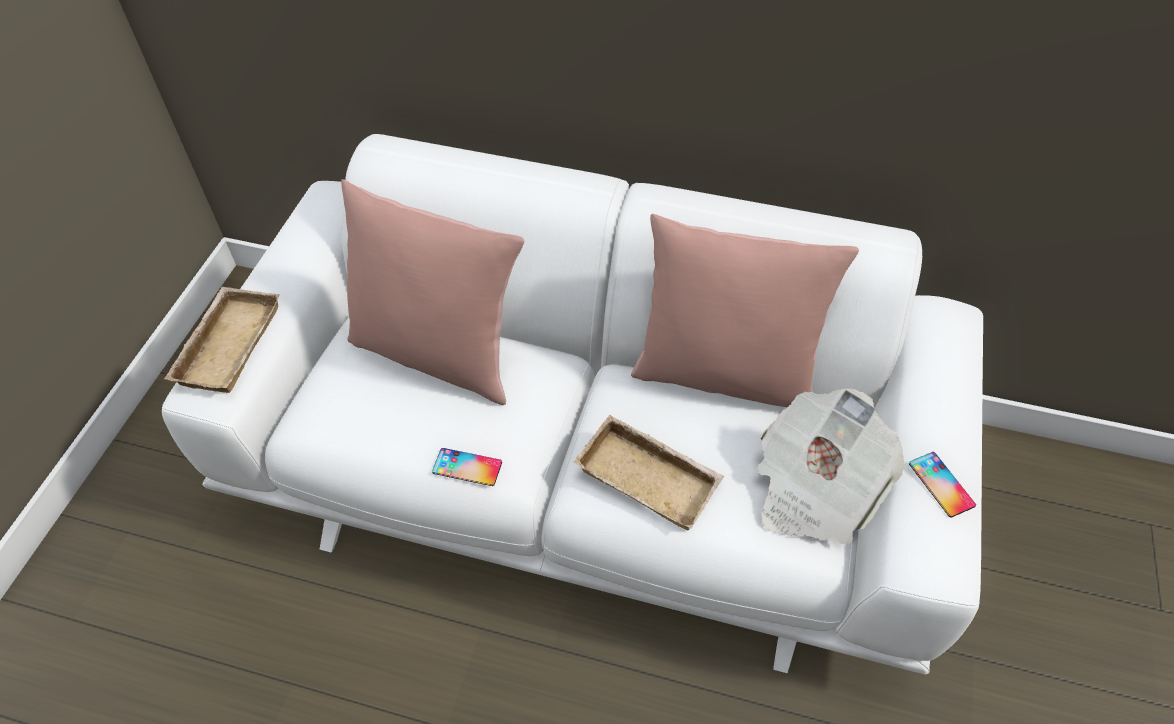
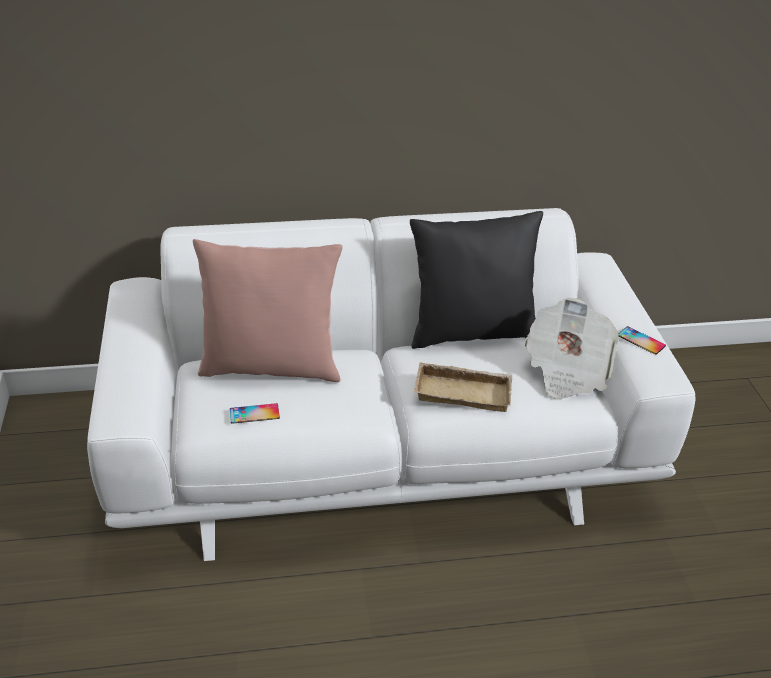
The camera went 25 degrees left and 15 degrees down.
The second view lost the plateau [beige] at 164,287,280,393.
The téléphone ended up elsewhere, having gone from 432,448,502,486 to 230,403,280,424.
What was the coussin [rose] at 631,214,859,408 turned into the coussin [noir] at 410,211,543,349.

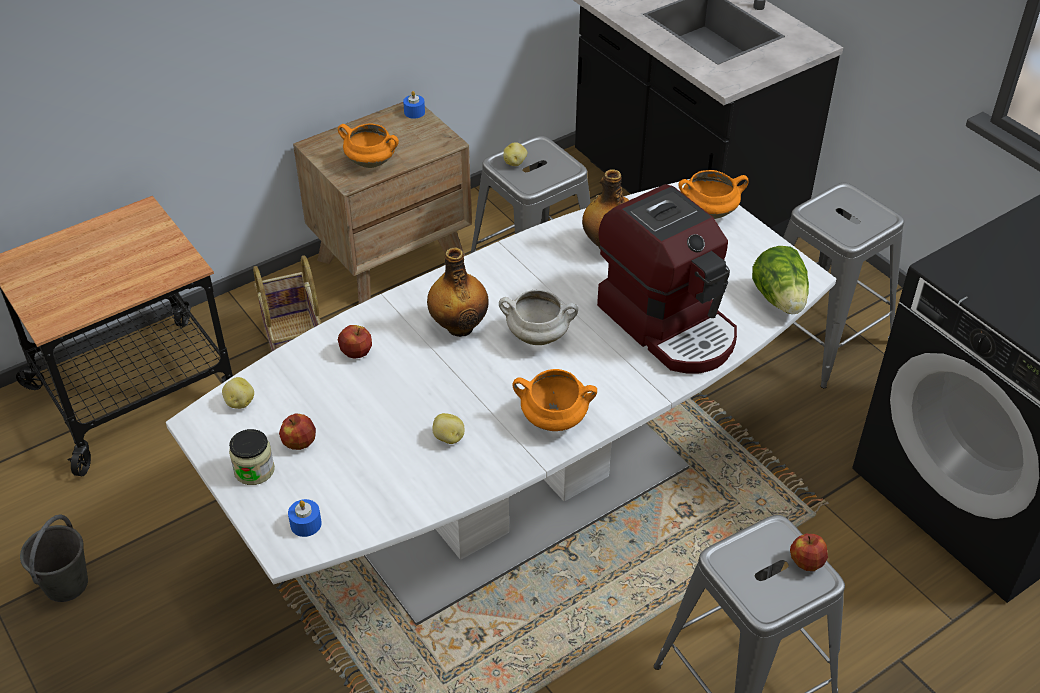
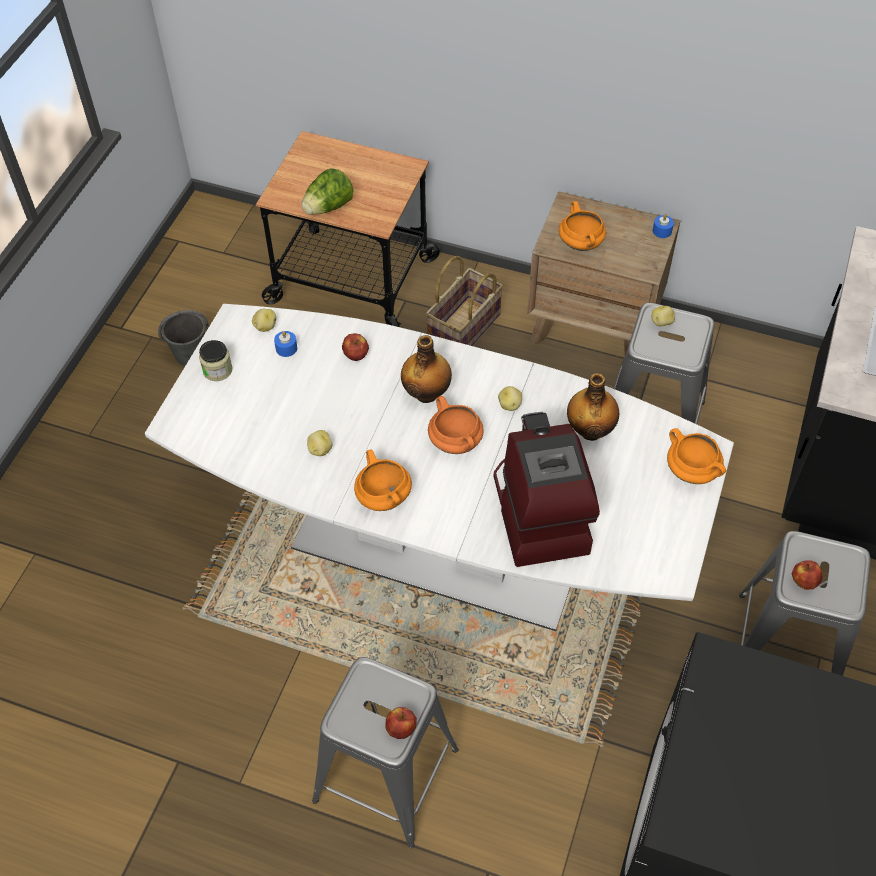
The camera went 55 degrees right and 10 degrees up.
The second view gained the pomme de terre at 498,386,522,411.
The pomme ended up elsewhere, having gone from 279,413,316,450 to 791,560,823,590.
The bougie [bleu] ended up elsewhere, having gone from 288,499,322,537 to 274,331,297,357.
The laitue ended up elsewhere, having gone from 752,246,809,314 to 302,169,353,215.
What was the marmite [blanc] at 499,290,578,345 turned into the marmite [orange] at 428,396,483,454.
The machine à café at 597,184,737,374 ended up facing another way, 150 degrees clockwise from before.

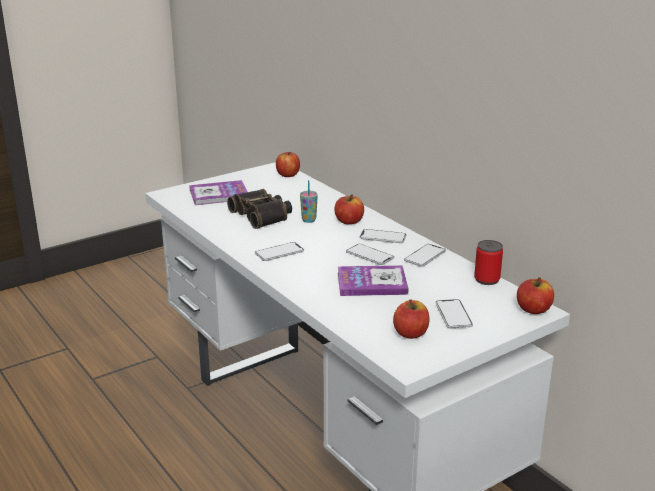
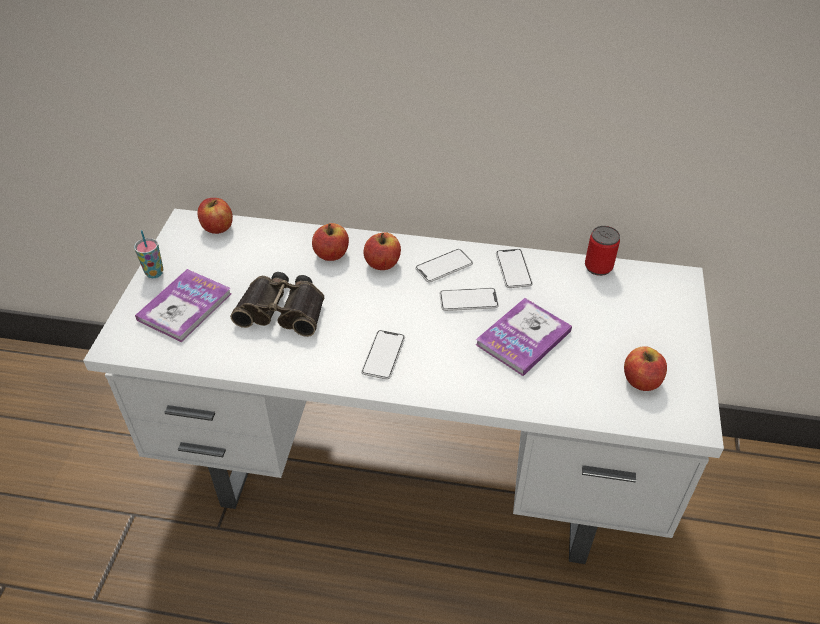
The camera went 45 degrees left and 20 degrees up.
The second view lost the téléphone at 435,299,473,328.
The tasse ended up elsewhere, having gone from 300,180,318,223 to 134,230,163,278.
The pomme ended up elsewhere, having gone from 517,277,554,314 to 312,223,349,261.

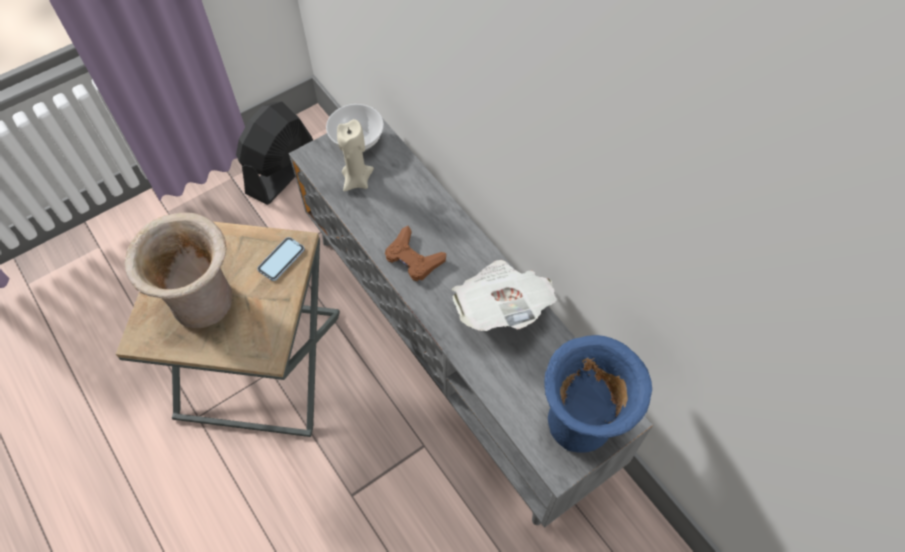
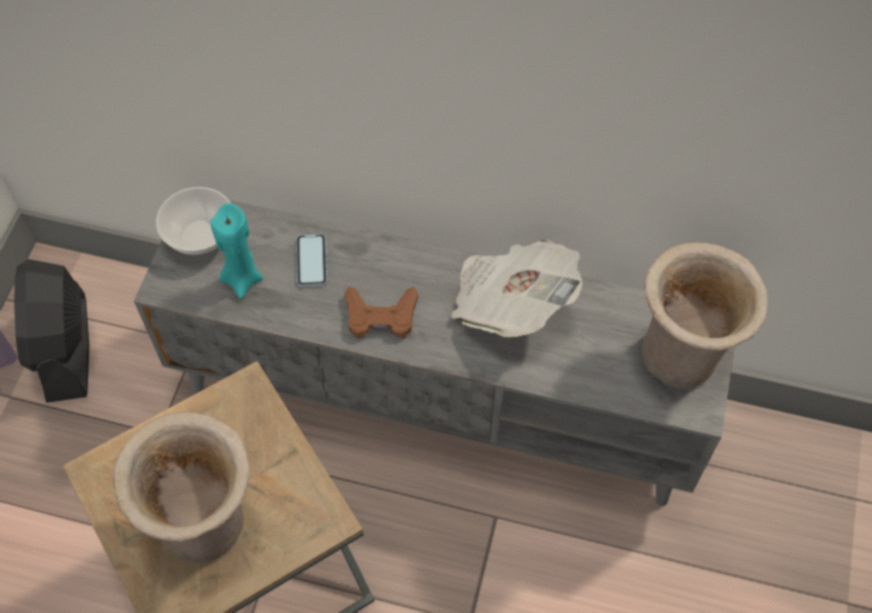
The camera went 40 degrees left and 0 degrees up.
The téléphone ended up elsewhere, having gone from 257,237,305,281 to 296,234,327,287.
What was the bougie [beige] at 337,119,374,191 turned into the bougie [turquoise] at 210,203,263,299.
What was the vase [bleu] at 544,335,652,453 turned into the vase [beige] at 642,242,768,389.

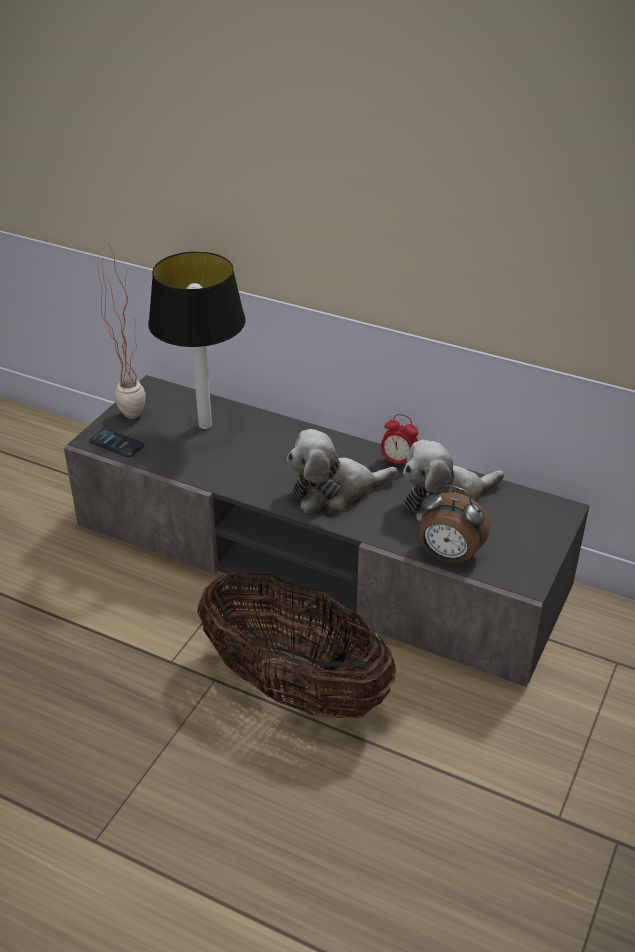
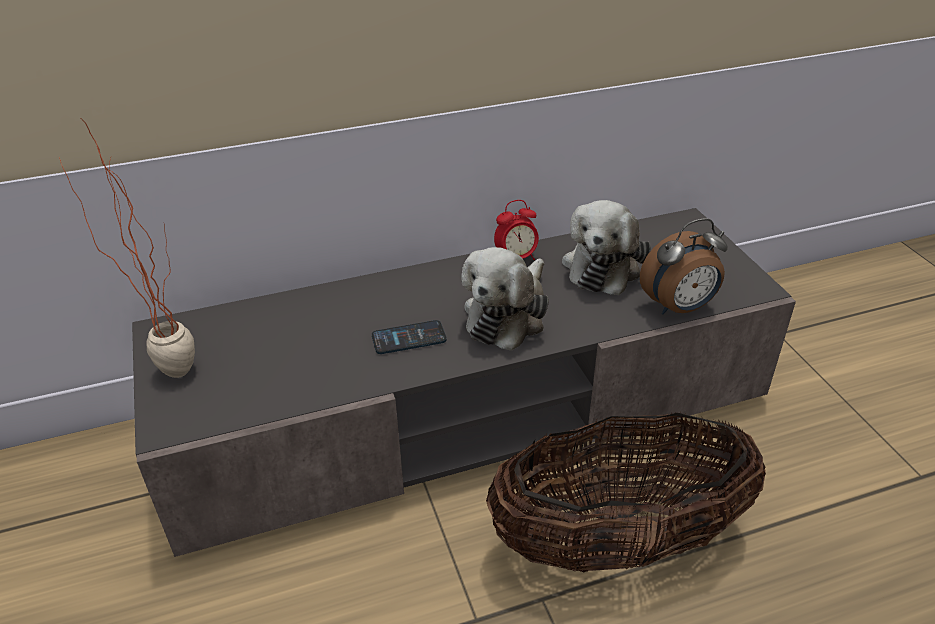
The camera went 45 degrees left and 0 degrees up.
The second view lost the lampe de table at 148,252,246,429.
The téléphone ended up elsewhere, having gone from 90,429,144,458 to 372,320,447,354.

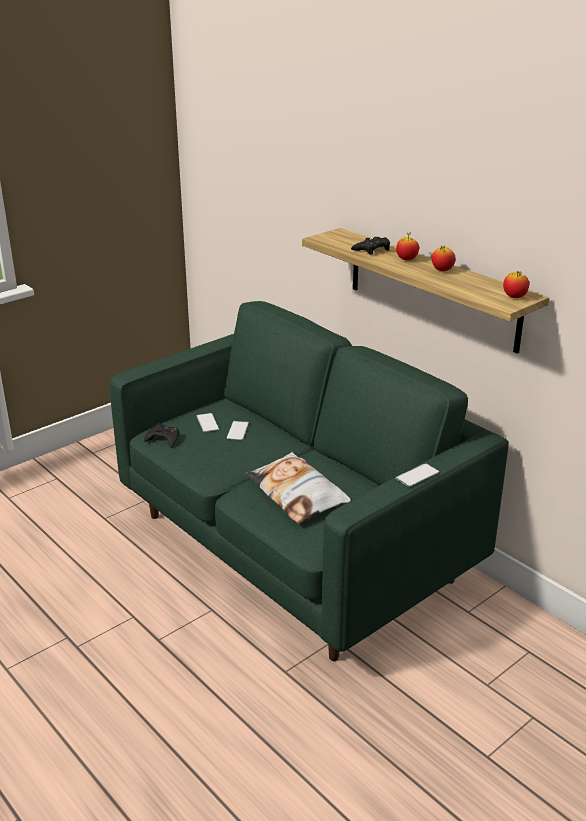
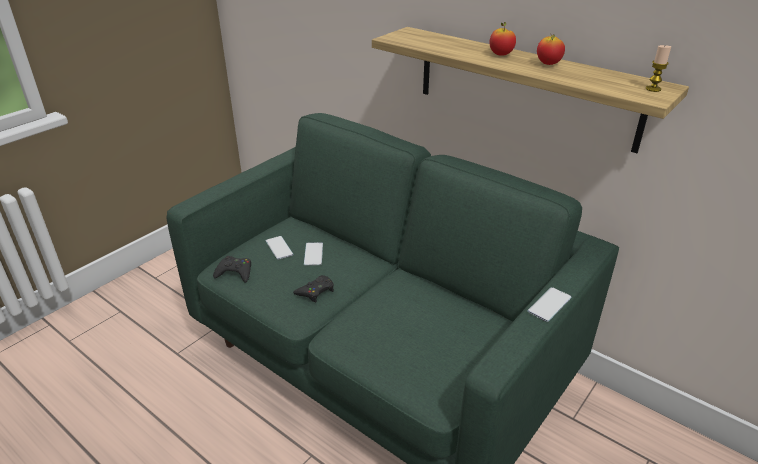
The camera went 10 degrees left and 5 degrees up.
The second view lost the coussin at 246,452,351,524.
The manette [noir] ended up elsewhere, having gone from 351,237,390,255 to 293,275,334,303.
Where the pomme stood at 503,271,529,298, the bougie came to stand at 646,45,671,92.

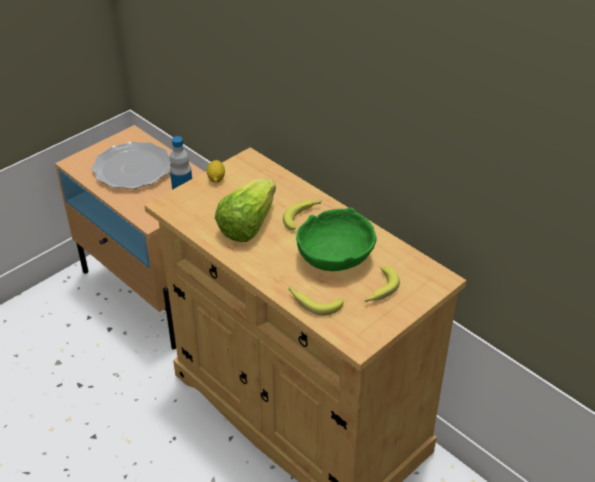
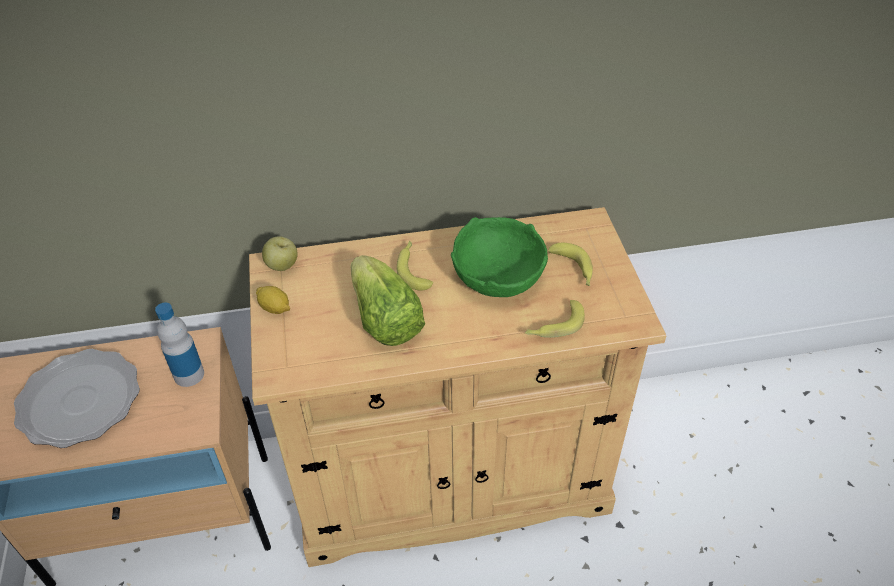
The camera went 55 degrees left and 5 degrees up.
The second view gained the pomme at 262,236,298,271.

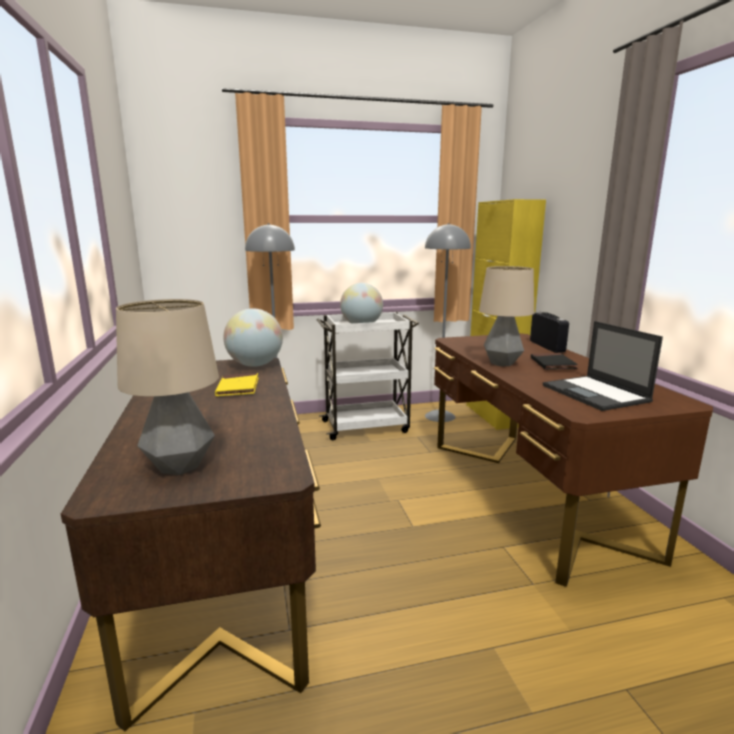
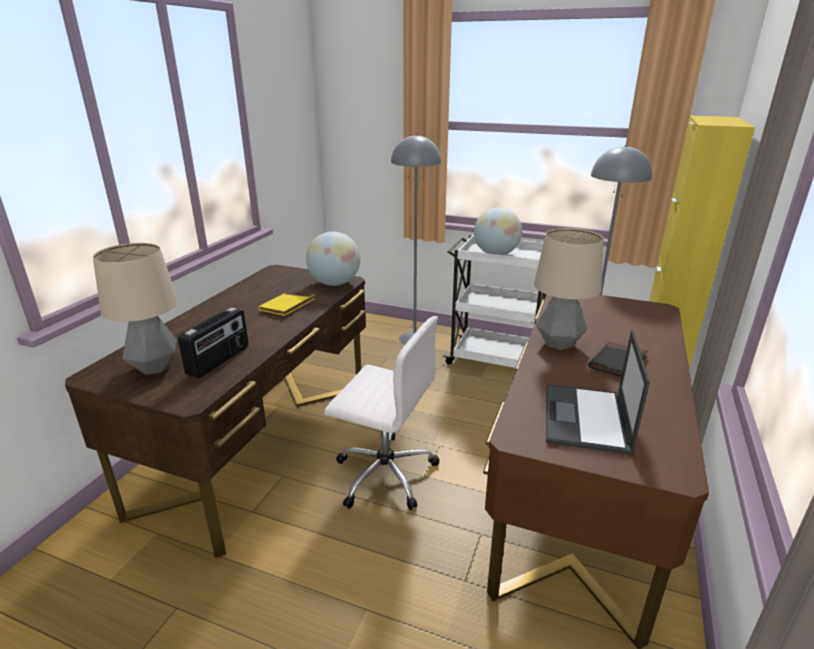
The camera went 35 degrees right and 10 degrees up.
The second view gained the chaise de bureau [blanc] at 324,316,440,510.
The radio ended up elsewhere, having gone from 530,312,569,353 to 178,307,249,378.

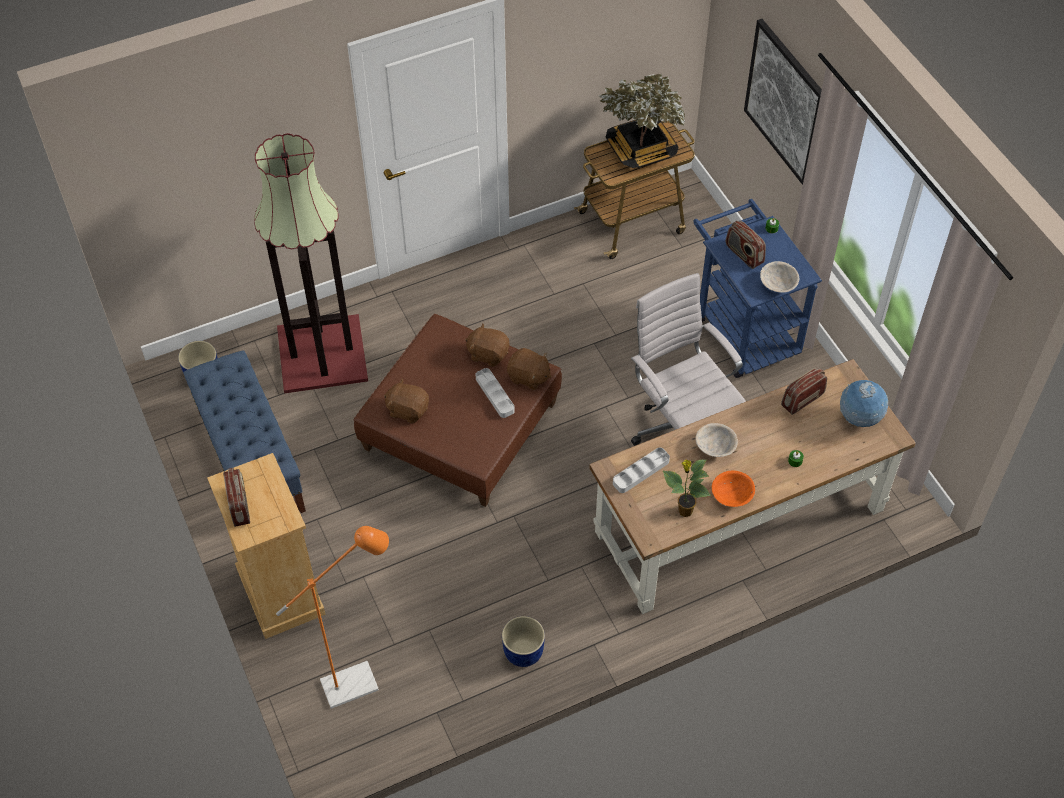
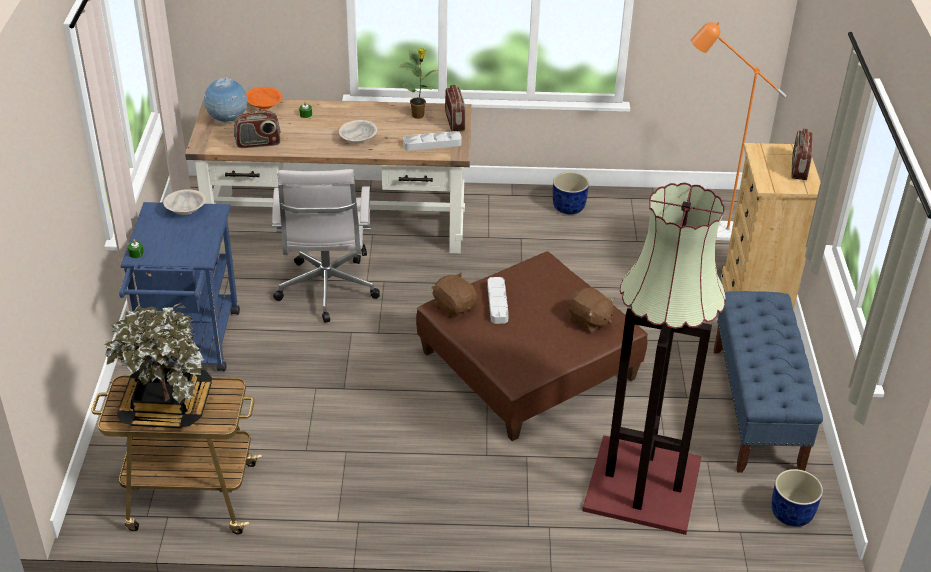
The camera went 155 degrees left and 15 degrees down.
The second view lost the peluche [marron] at 465,323,509,367.
The second view lost the tableau at 744,19,822,185.
The bol [orange] ended up elsewhere, having gone from 712,471,755,507 to 246,87,283,109.
The radio ended up elsewhere, having gone from 726,221,766,269 to 445,85,465,131.

